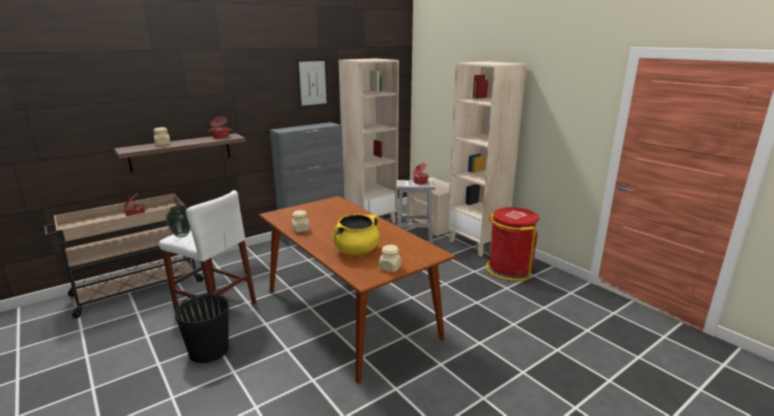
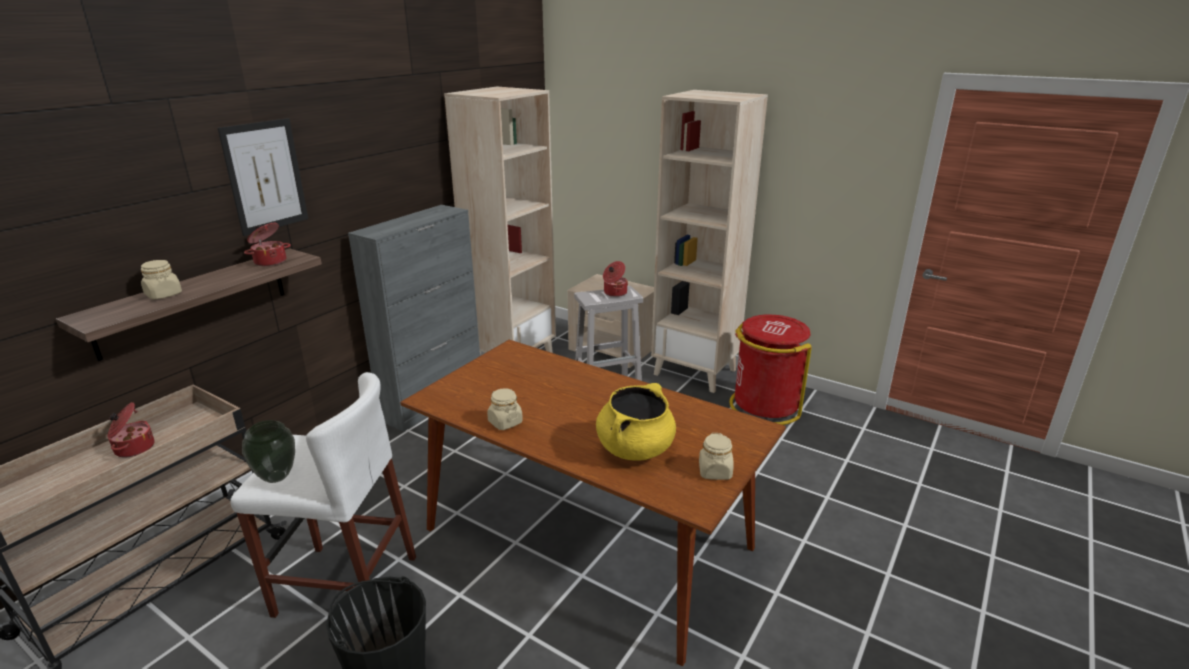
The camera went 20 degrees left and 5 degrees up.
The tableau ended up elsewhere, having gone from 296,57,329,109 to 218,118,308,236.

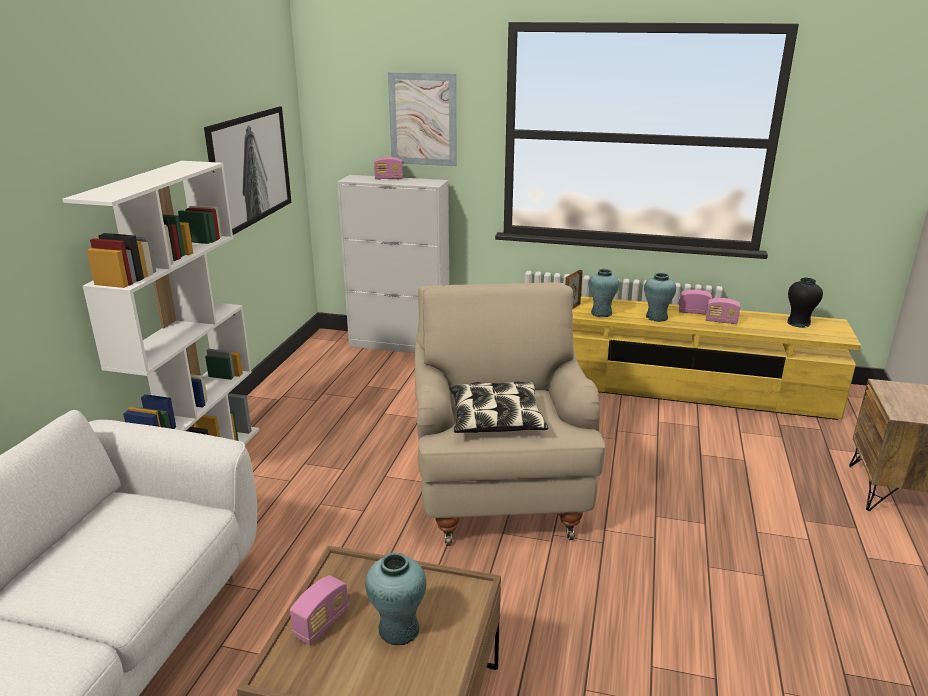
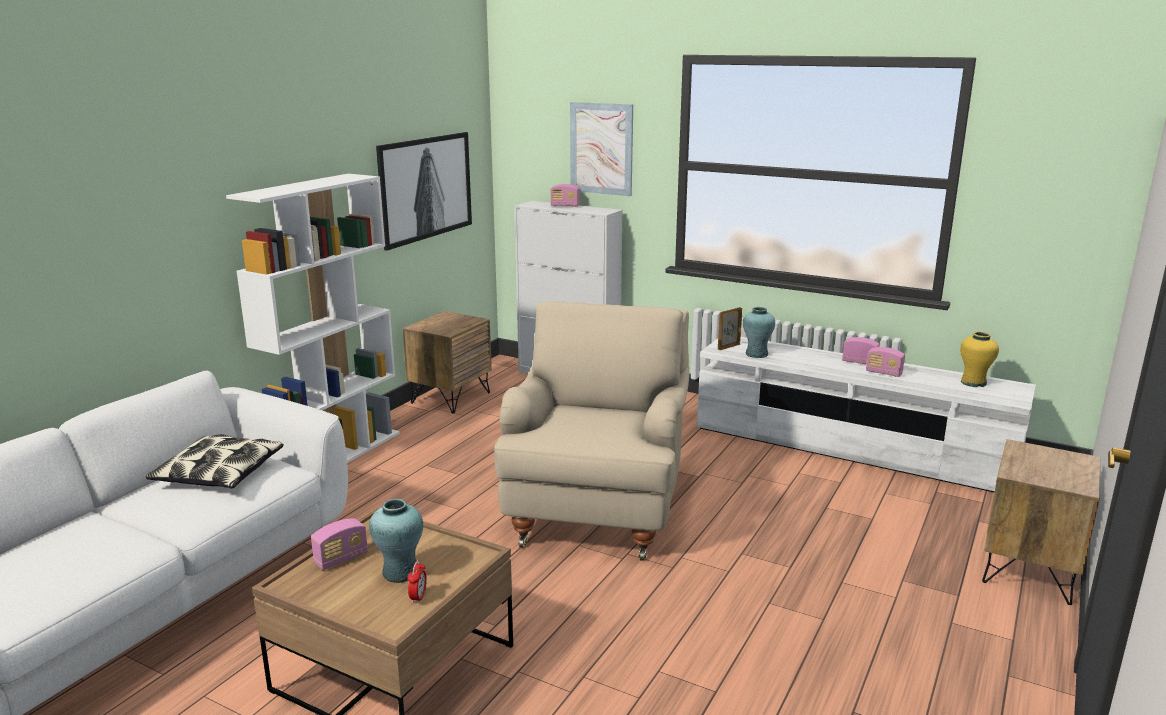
The camera went 15 degrees right and 5 degrees down.
The second view lost the vase [turquoise] at 644,273,676,322.
The second view gained the table de chevet [marron] at 403,311,492,414.
The second view gained the réveil at 408,560,427,604.
The coussin ended up elsewhere, having gone from 449,381,548,433 to 146,434,284,488.
What was the meuble télé [jaune] at 572,296,861,420 turned into the meuble télé [blanc] at 697,337,1036,493.
What was the vase [noir] at 787,278,823,328 turned into the vase [jaune] at 960,331,999,387.

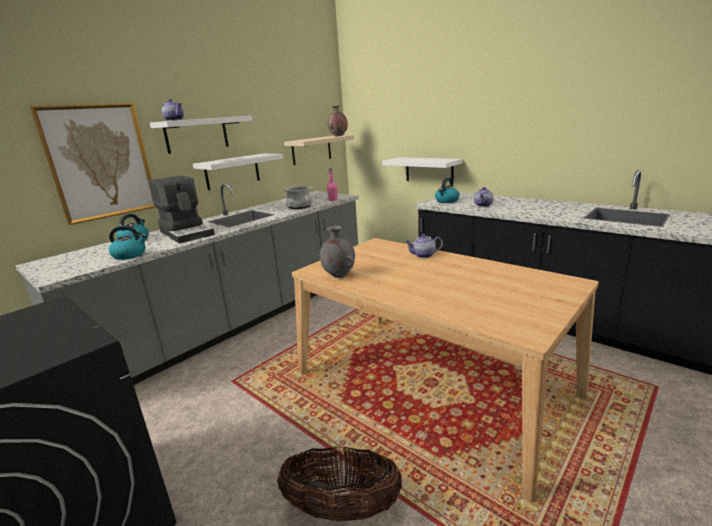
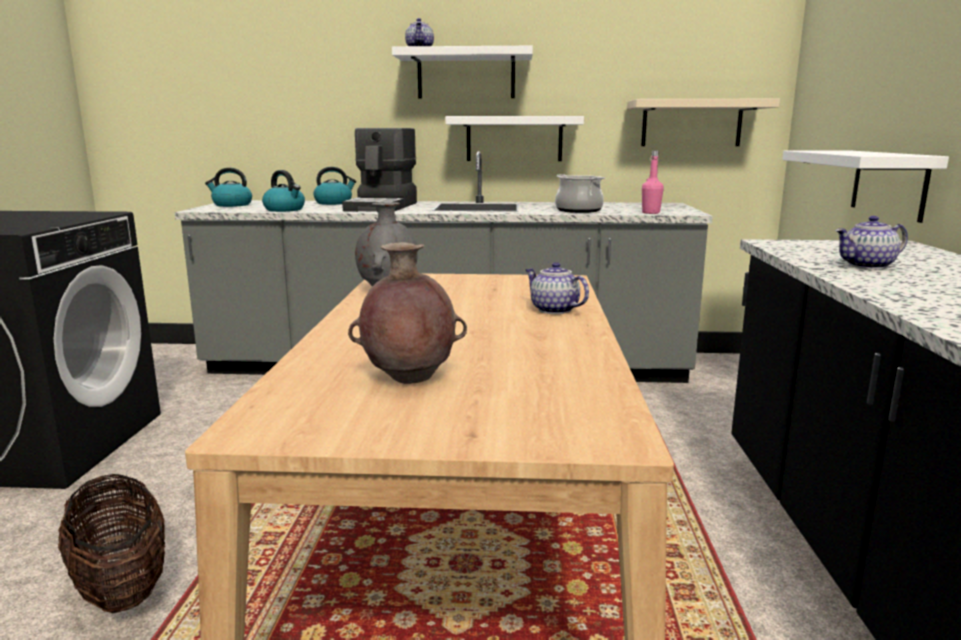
The camera went 50 degrees right and 5 degrees down.
The second view lost the tableau at 30,103,155,225.
The vase [marron] ended up elsewhere, having gone from 327,106,348,136 to 348,242,467,384.
The bouilloire ended up elsewhere, having gone from 435,178,460,203 to 205,168,252,207.

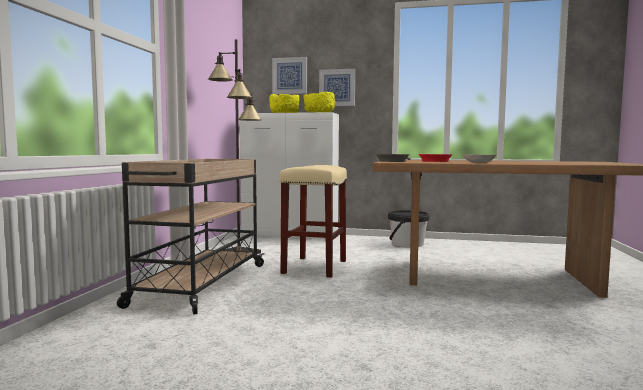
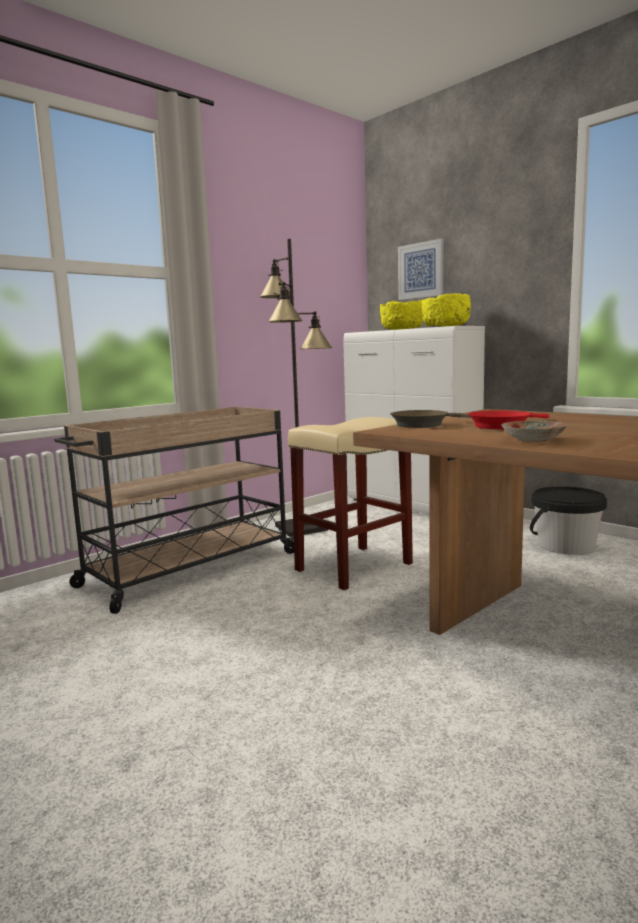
The camera went 35 degrees right and 5 degrees up.
The second view lost the tableau at 319,69,355,106.

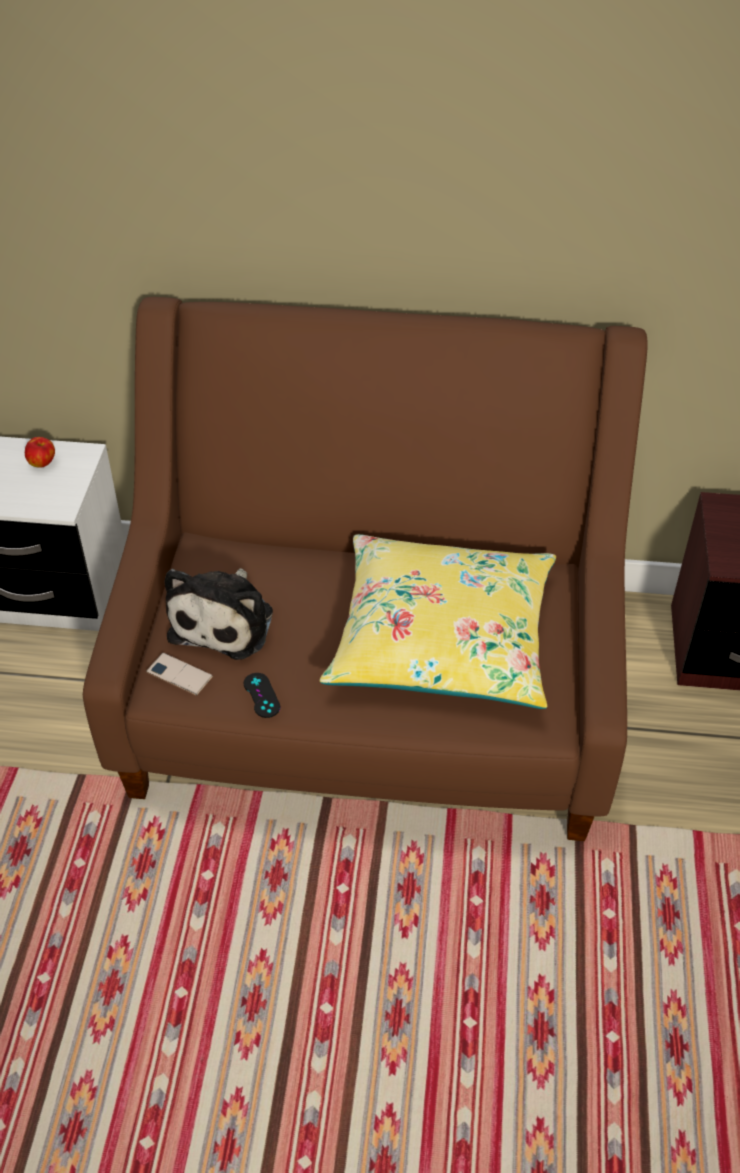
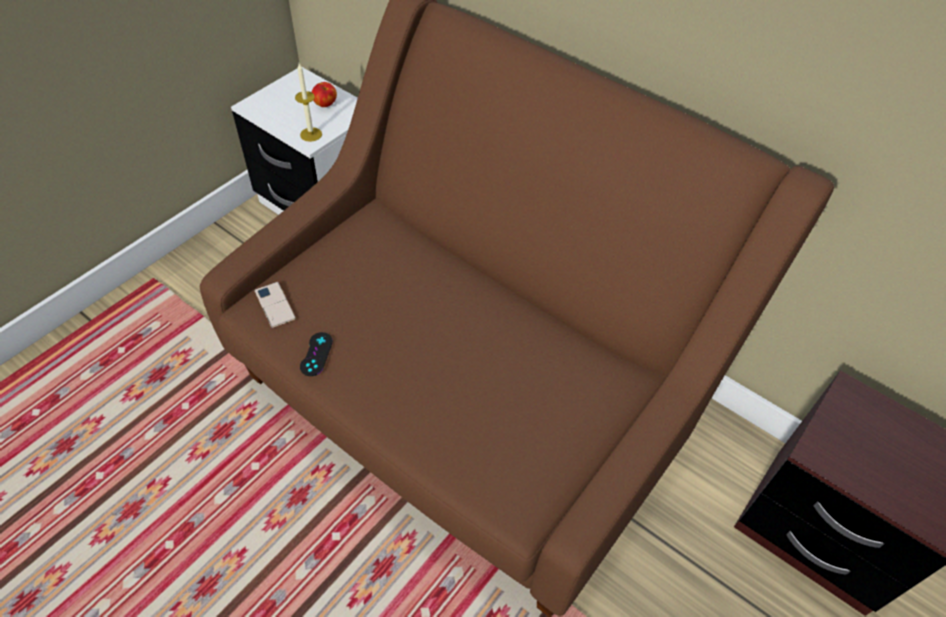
The camera went 30 degrees right and 5 degrees up.
The second view lost the peluche at 165,568,273,660.
The second view lost the coussin [jaune] at 319,534,556,709.
The second view gained the bougie at 295,63,322,142.

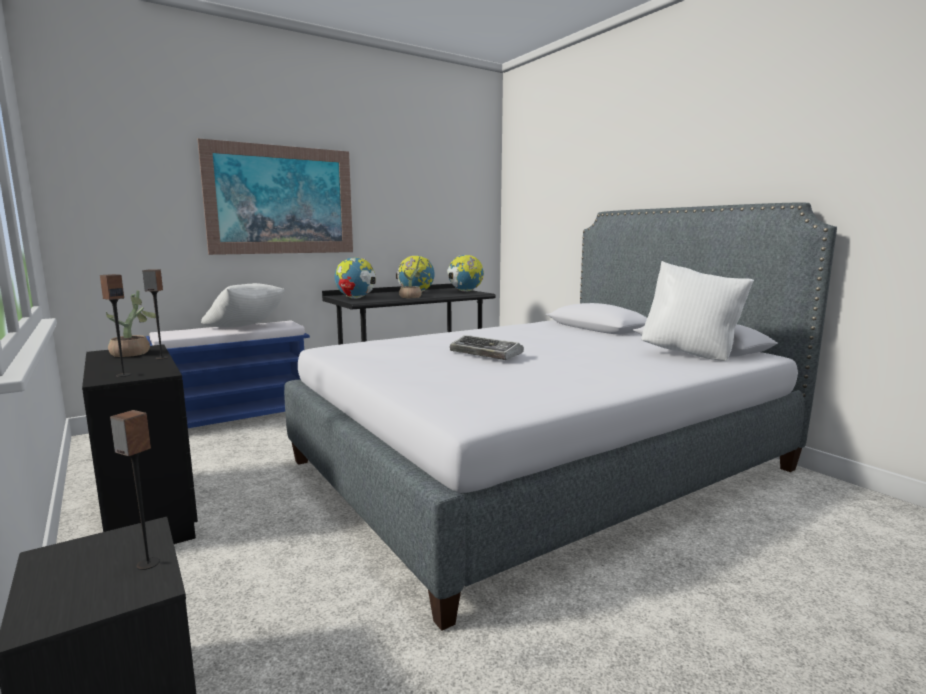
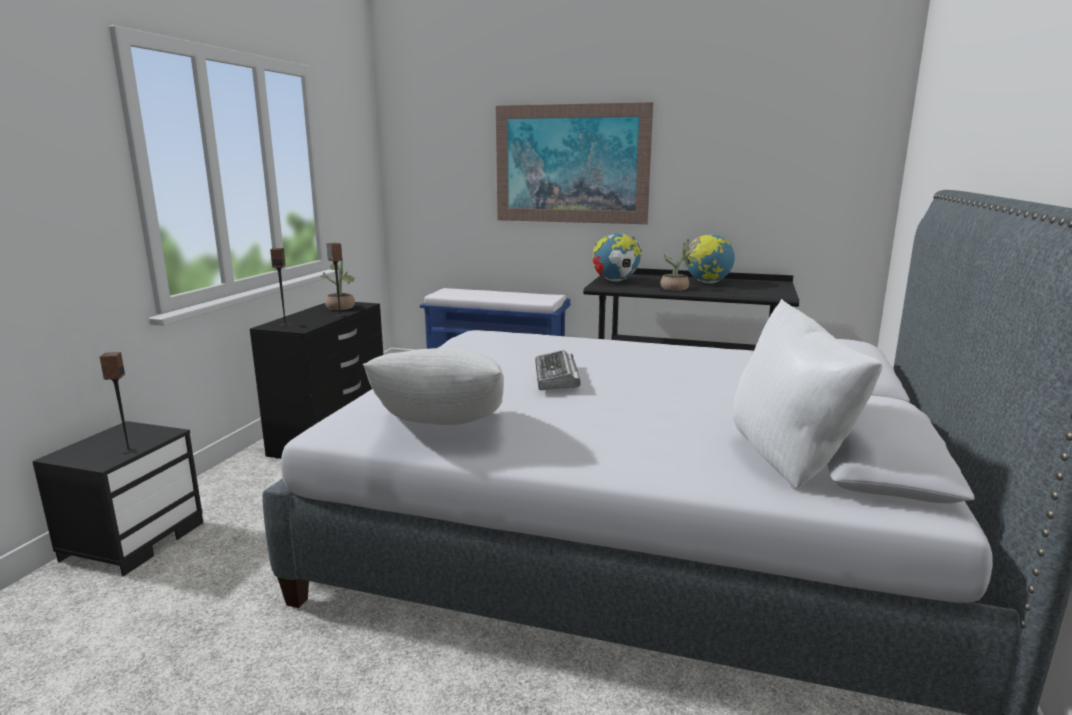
The camera went 50 degrees right and 5 degrees up.
The second view lost the globe at 447,255,484,292.
The coussin [blanc] ended up elsewhere, having gone from 201,283,285,327 to 363,348,504,425.

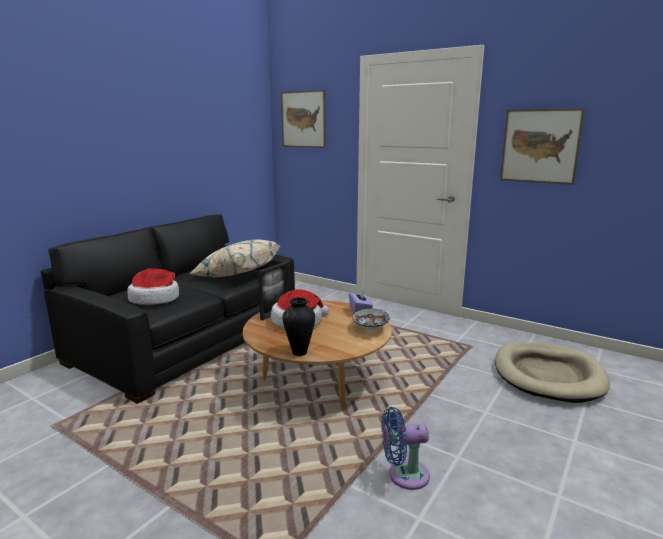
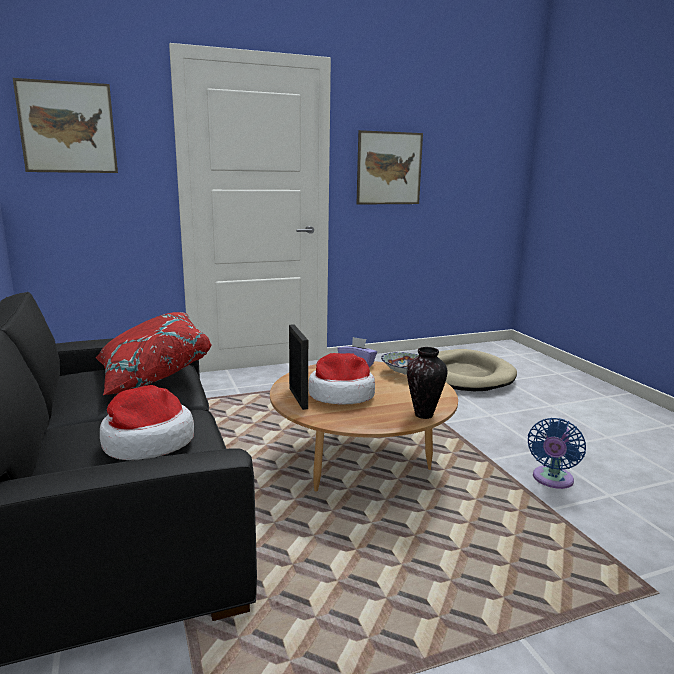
The camera went 55 degrees left and 0 degrees up.
What was the coussin [beige] at 190,240,280,277 turned into the coussin [rouge] at 96,312,212,395.

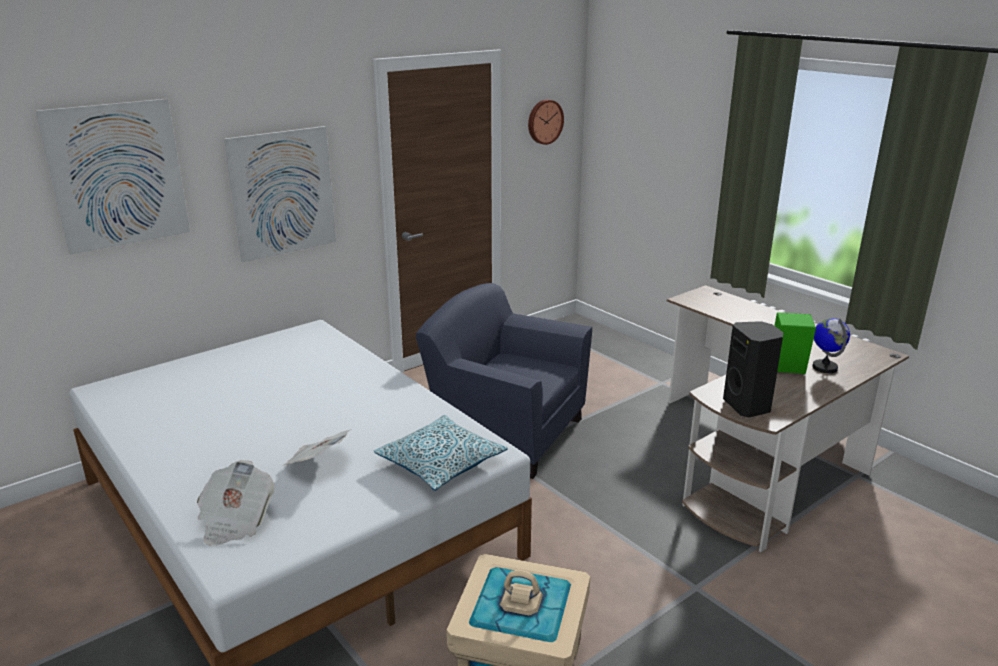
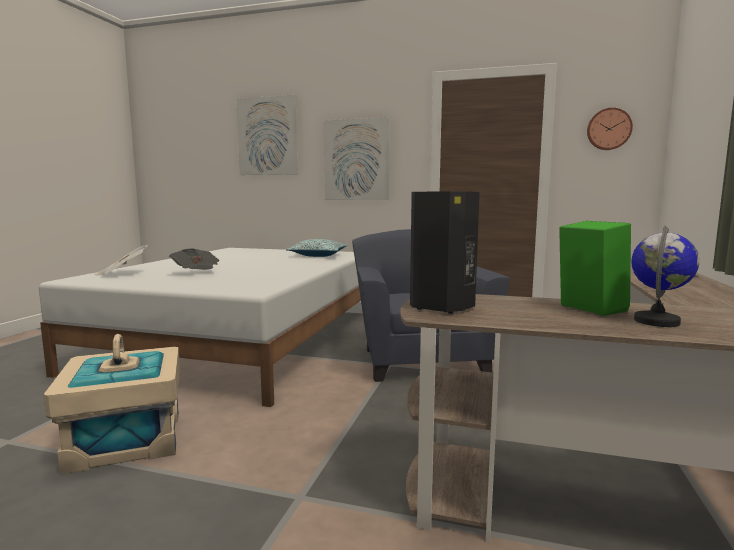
The camera went 55 degrees right and 15 degrees down.
The coussin ended up elsewhere, having gone from 374,415,507,491 to 286,239,348,257.

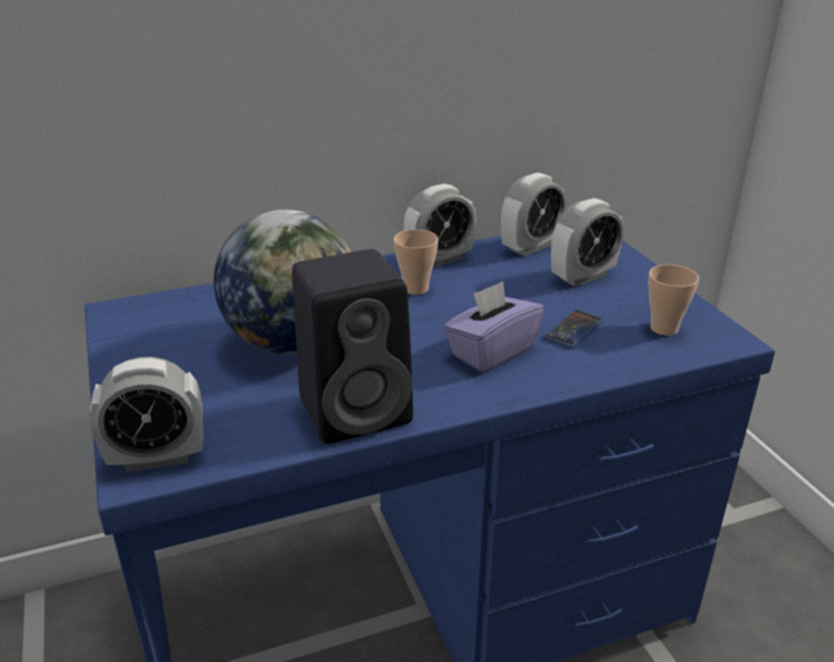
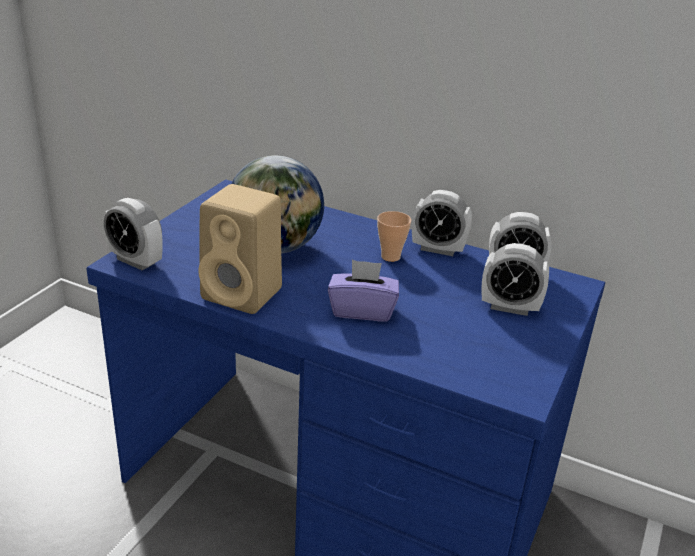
The camera went 45 degrees right and 0 degrees up.
The second view lost the téléphone at 543,310,604,348.
The second view lost the tasse at 648,264,699,336.
What was the enceinte [noir] at 292,249,413,444 turned into the enceinte [beige] at 198,184,282,314.

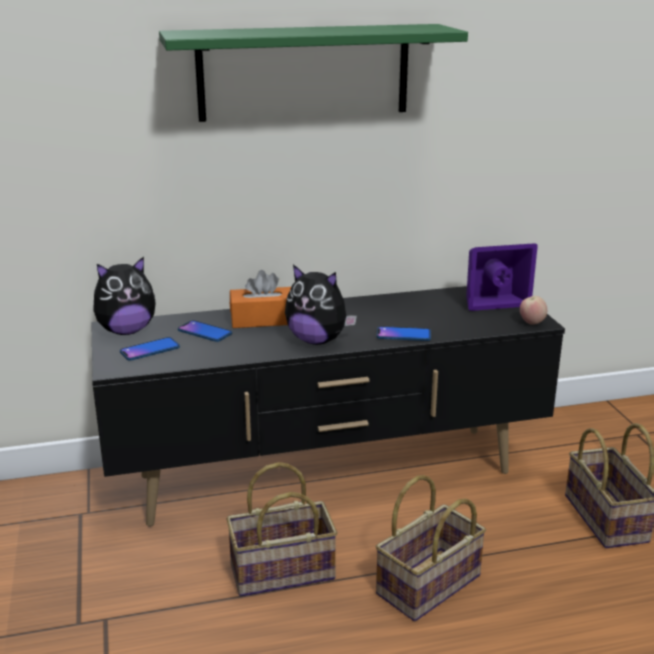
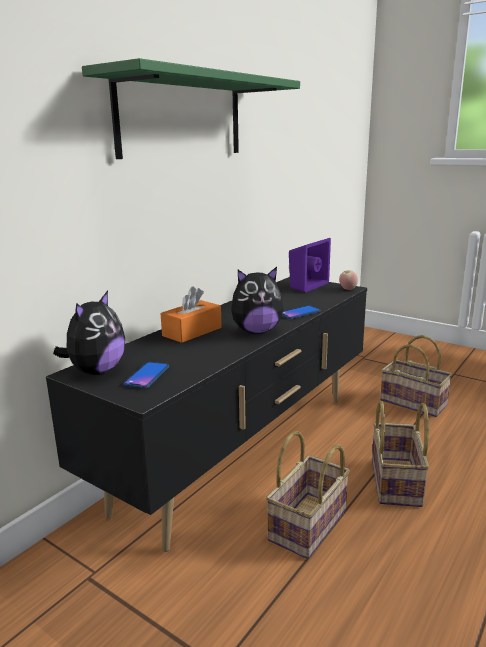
The camera went 40 degrees left and 5 degrees down.
The second view lost the téléphone at 178,320,232,342.

